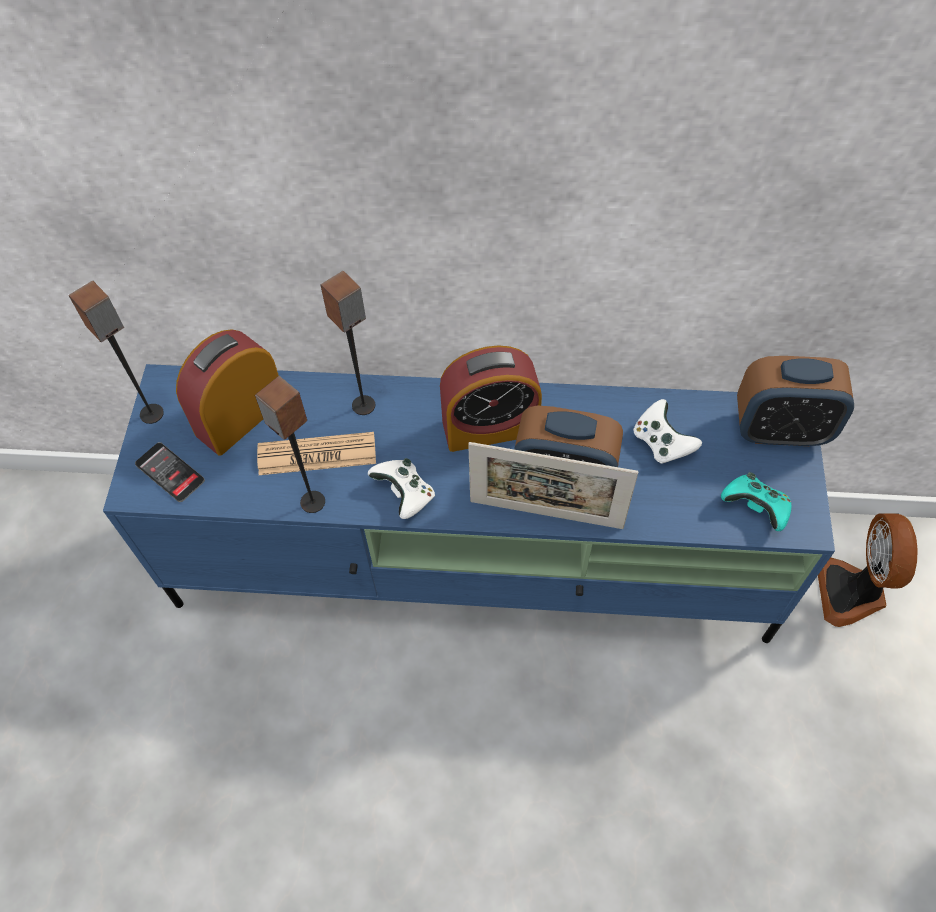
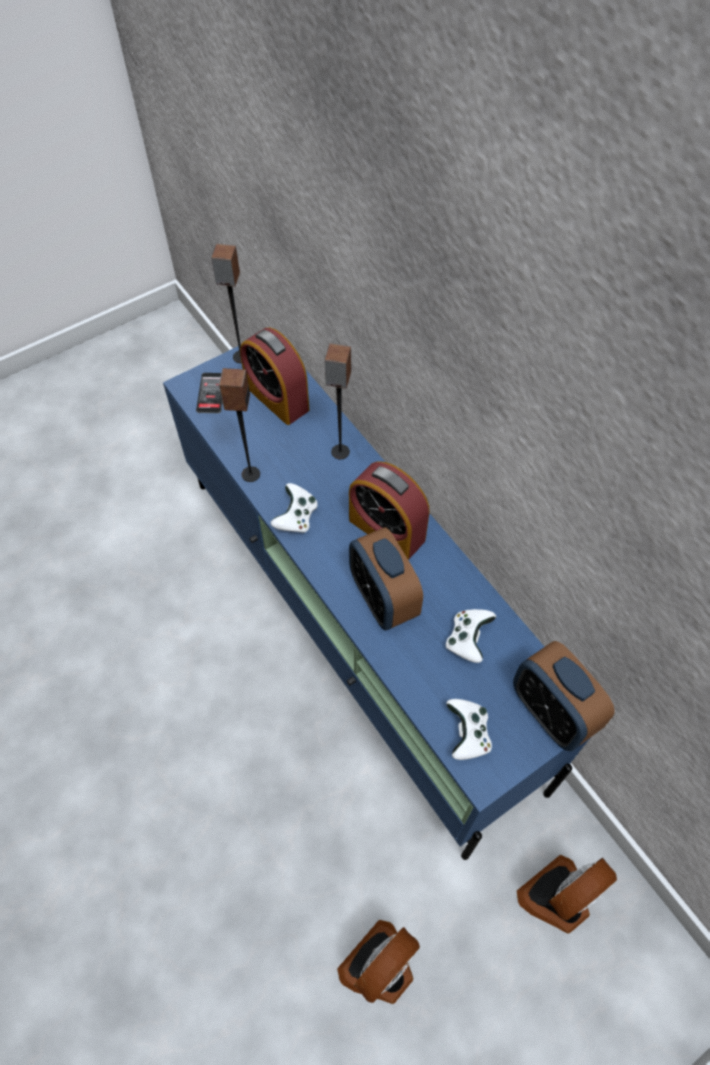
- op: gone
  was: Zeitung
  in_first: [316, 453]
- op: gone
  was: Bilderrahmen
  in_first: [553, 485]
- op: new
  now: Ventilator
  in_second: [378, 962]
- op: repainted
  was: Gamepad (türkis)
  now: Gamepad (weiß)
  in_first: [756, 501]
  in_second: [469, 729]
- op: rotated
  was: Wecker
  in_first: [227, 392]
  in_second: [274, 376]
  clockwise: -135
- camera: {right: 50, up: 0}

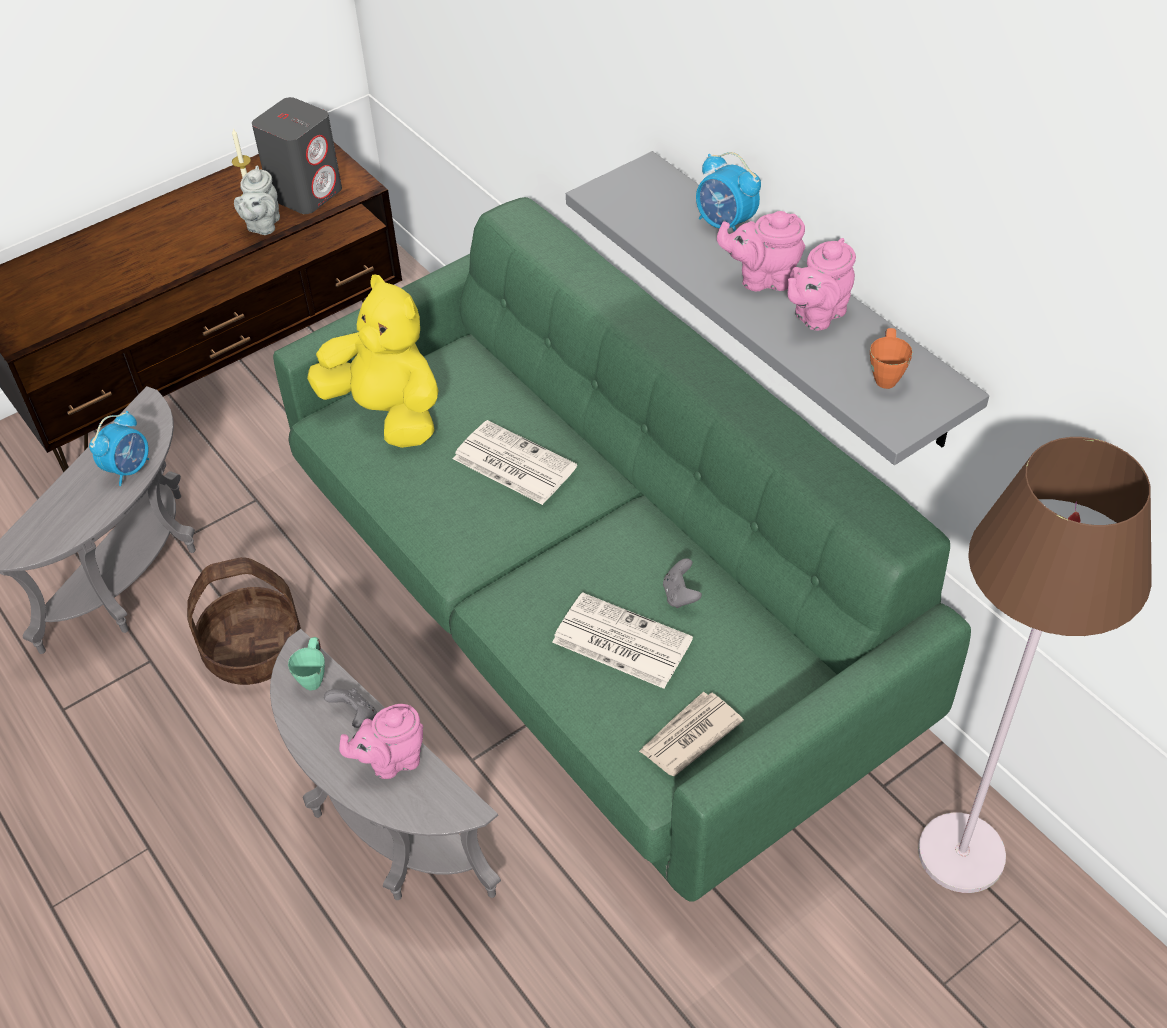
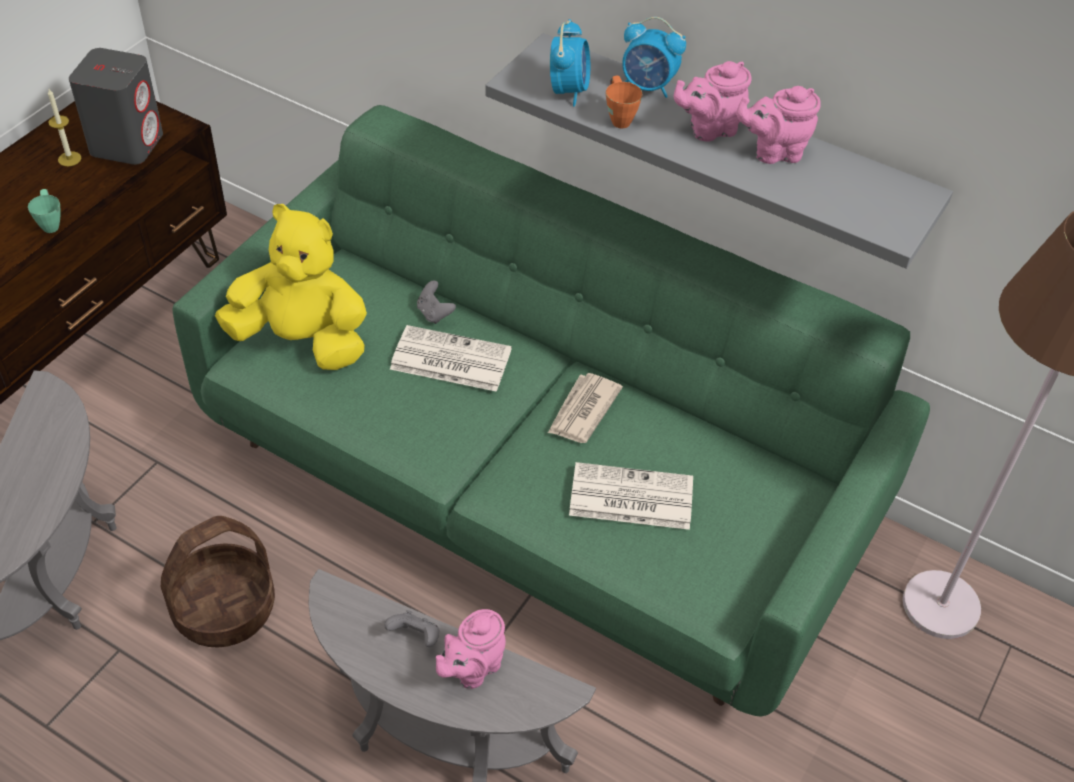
- op: gone
  was: Teekanne (grau)
  in_first: [257, 200]
- op: shifted
  was: Wecker
  in_first: [119, 448]
  in_second: [570, 62]
- op: shifted
  was: Henkelbecher (grün)
  in_first: [306, 664]
  in_second: [44, 211]
- op: shifted
  was: Zeitung
  in_first: [691, 734]
  in_second: [585, 408]
- op: shifted
  was: Gamepad (grau)
  in_first: [682, 583]
  in_second: [436, 302]
- op: shifted
  was: Henkelbecher (orange)
  in_first: [891, 358]
  in_second: [624, 102]
- op: rotated
  was: Teekanne (rosa)
  in_first: [822, 284]
  in_second: [778, 125]
  clockwise: 60
- camera: {right: -25, up: 0}

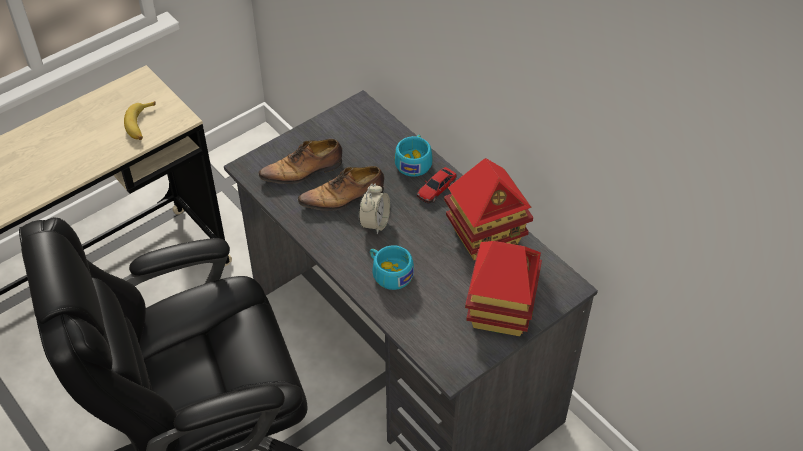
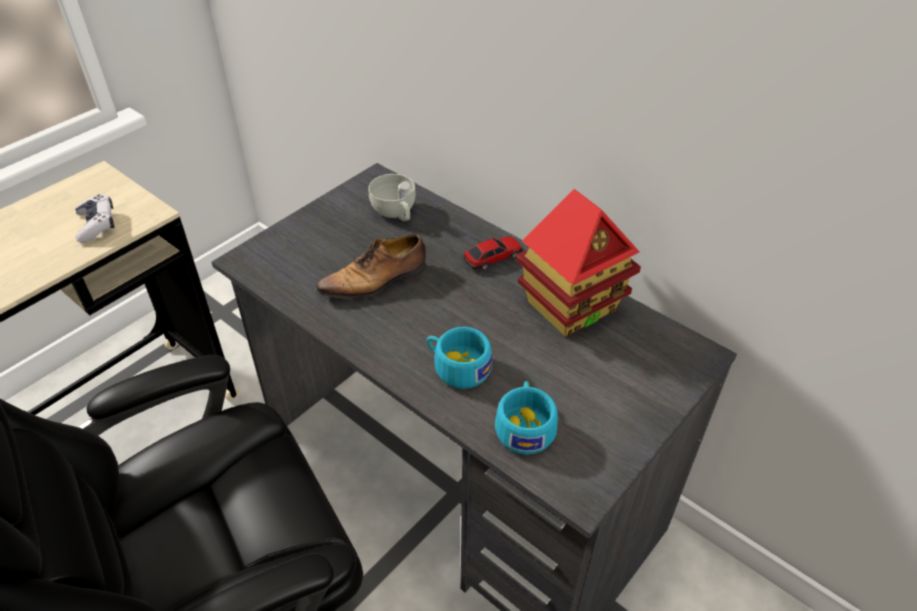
- op: gone
  was: Schuh
  in_first: [300, 161]
- op: gone
  was: Wecker
  in_first: [374, 209]
- op: gone
  was: Spielzeughaus
  in_first: [503, 288]
- op: new
  now: Tasse (weiß)
  in_second: [392, 197]
- op: shifted
  was: Tasse (türkis)
  in_first: [413, 156]
  in_second: [526, 418]
- op: swapped
  was: Banane
  now: Gamepad
  in_first: [140, 120]
  in_second: [95, 218]
- op: rotated
  was: Spielzeugauto
  in_first: [437, 185]
  in_second: [492, 253]
  clockwise: -150
- camera: {right: -10, up: -5}

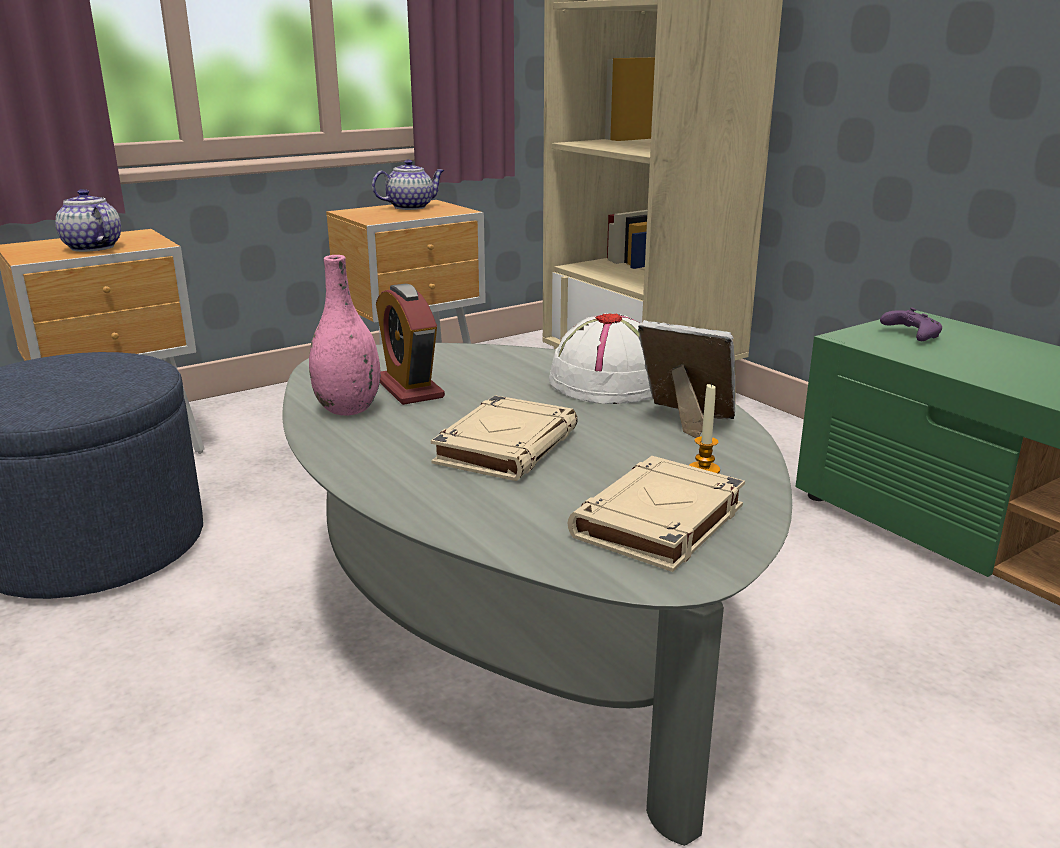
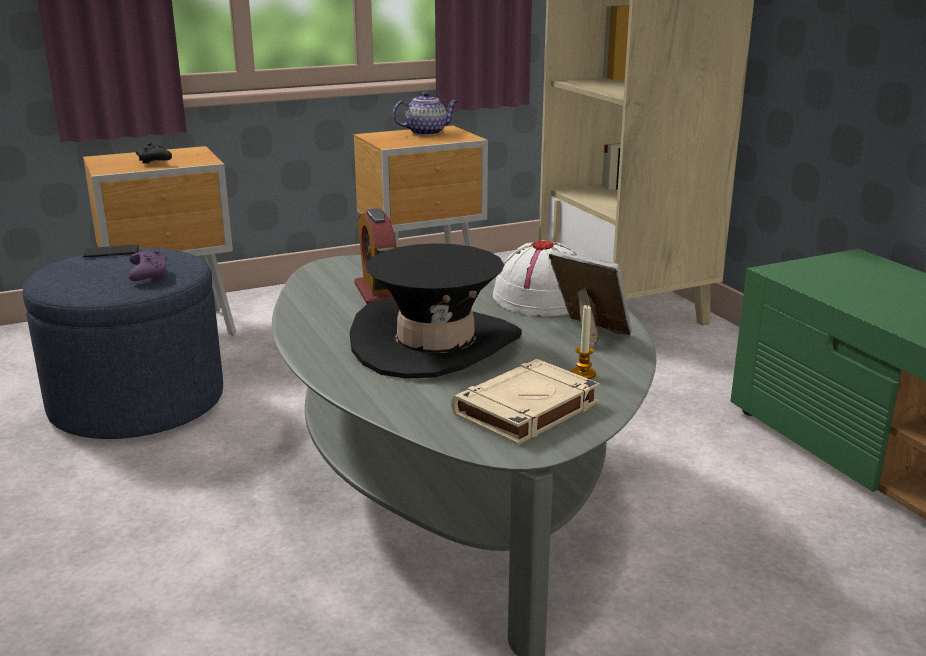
- op: gone
  was: Vase (rosa)
  in_first: [345, 335]
- op: new
  now: Handy
  in_second: [111, 251]
- op: shifted
  was: Gamepad (lila)
  in_first: [911, 324]
  in_second: [148, 265]
- op: swapped
  was: Teekanne
  now: Gamepad (schwarz)
  in_first: [88, 220]
  in_second: [154, 153]
- op: swapped
  was: Buch (beige)
  now: Hut (schwarz)
  in_first: [504, 438]
  in_second: [436, 311]
- camera: {right: 10, up: 0}

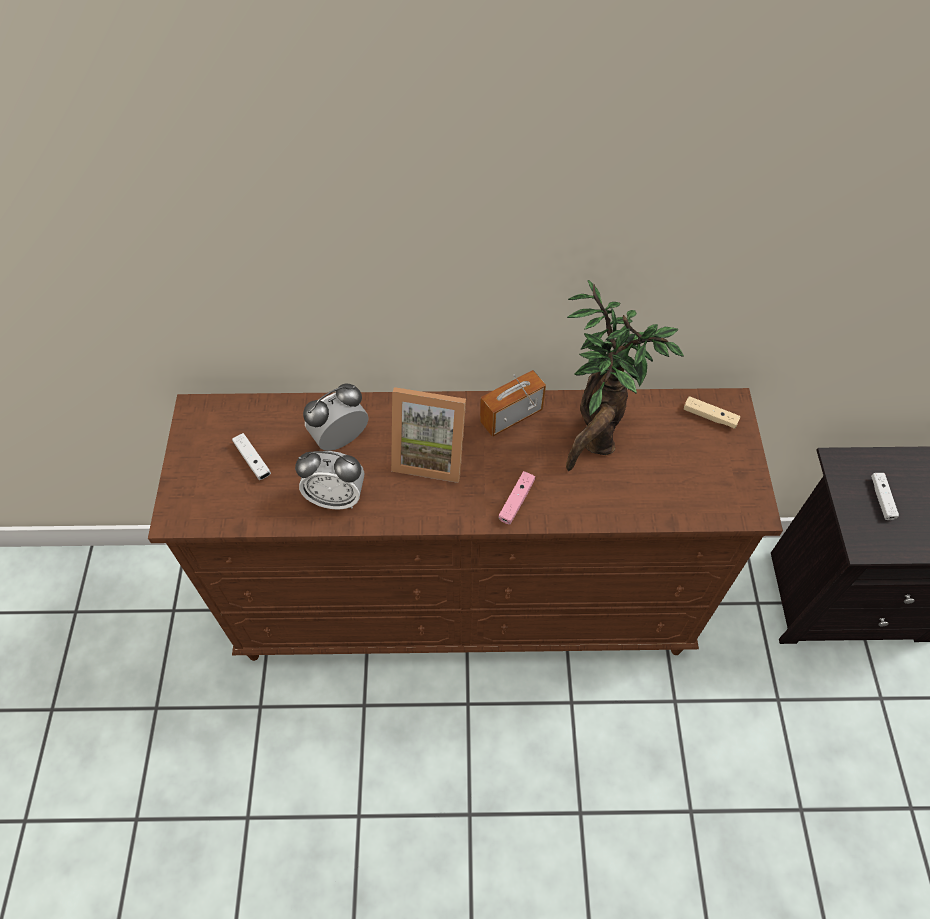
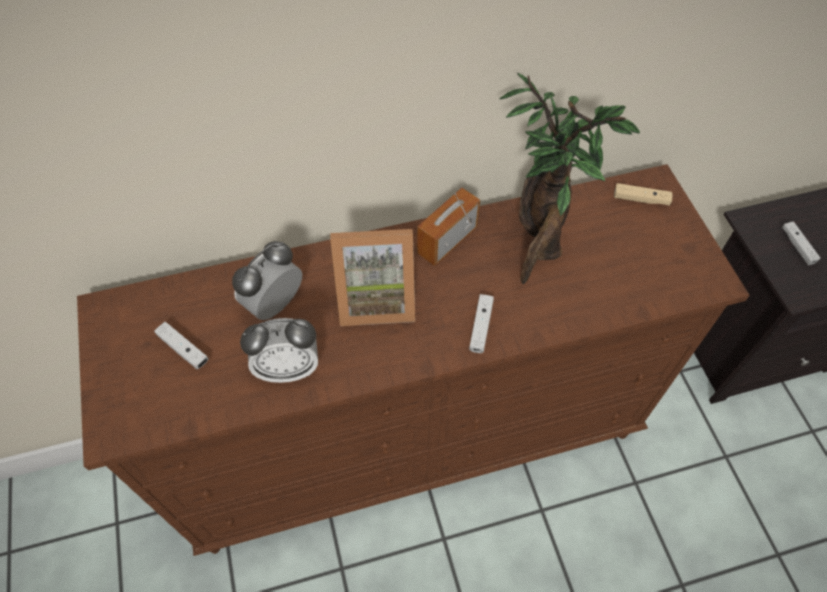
- op: repainted
  was: Gamepad (rosa)
  now: Gamepad (weiß)
  in_first: [517, 497]
  in_second: [481, 323]
- camera: {right: -15, up: 0}

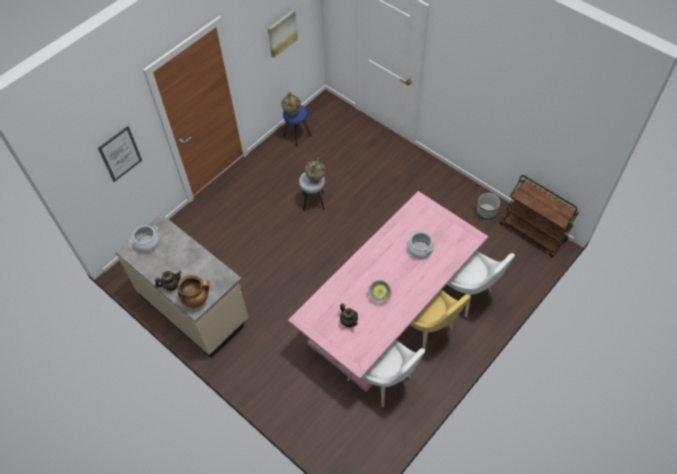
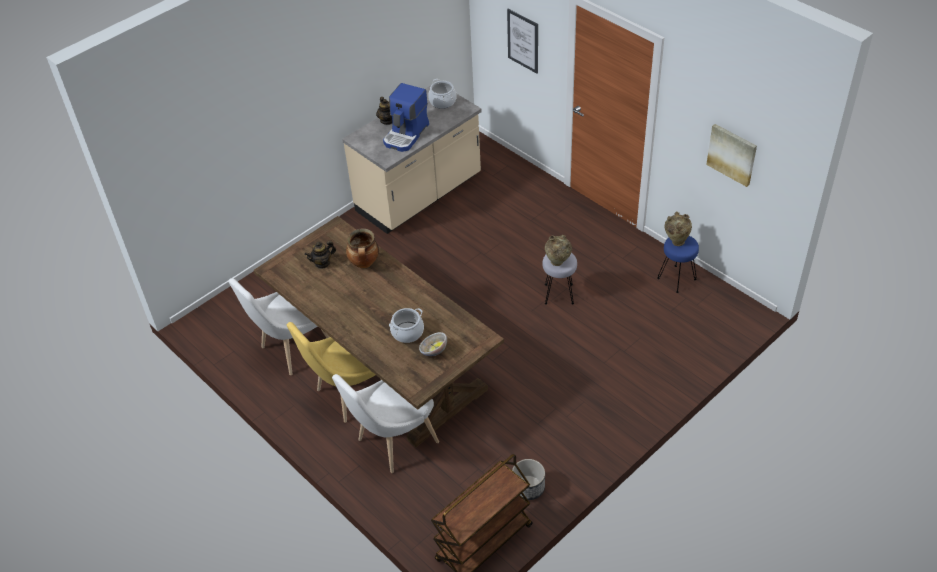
- op: new
  now: Kaffeemaschine
  in_second: [406, 117]
- op: shifted
  was: Kochtopf
  in_first: [193, 291]
  in_second: [362, 248]
- op: shifted
  was: Schüssel
  in_first: [380, 292]
  in_second: [433, 344]
- op: repainted
  was: Esstisch (rosa)
  now: Esstisch (braun)
  in_first: [388, 291]
  in_second: [379, 332]
- camera: {right: 95, up: -10}

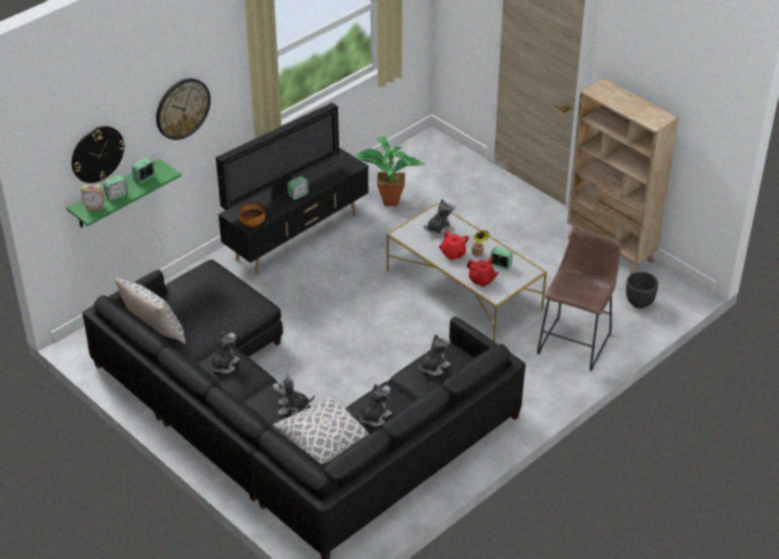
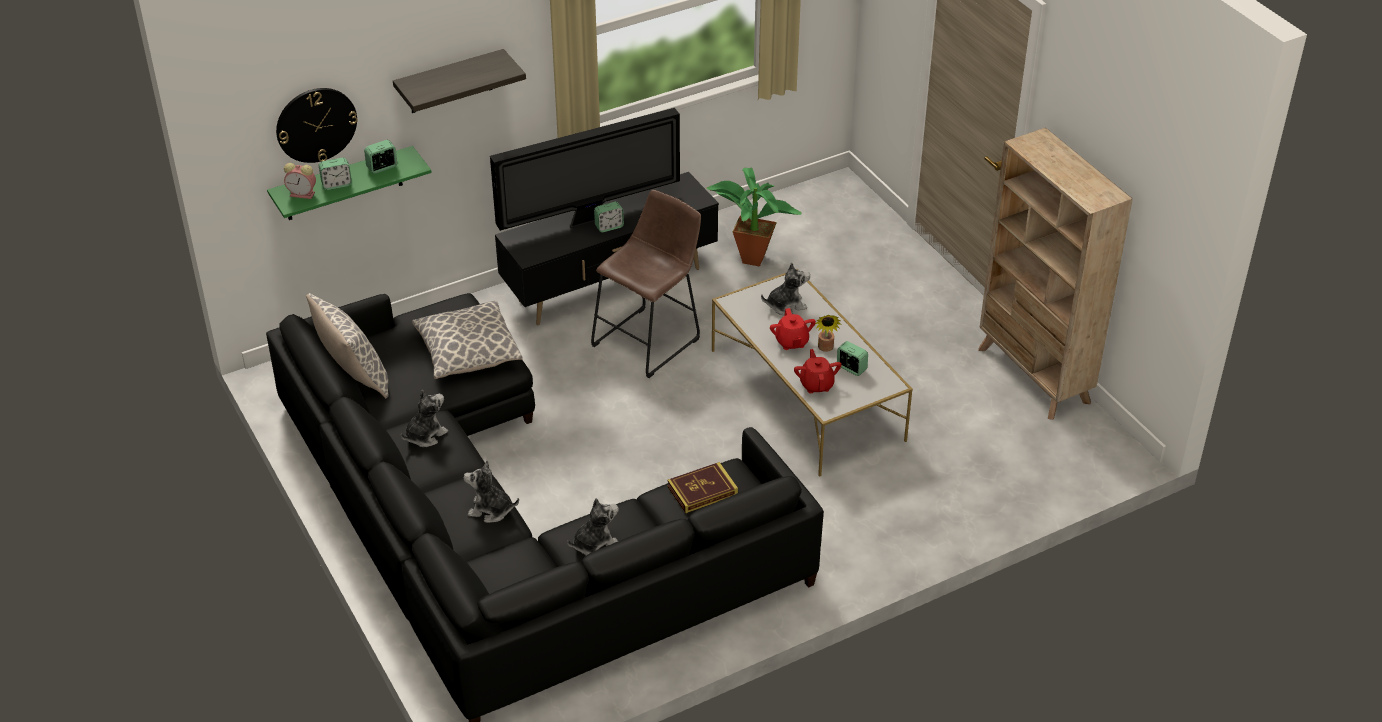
- op: gone
  was: Schüssel
  in_first: [252, 214]
- op: gone
  was: Pflanzkübel (schwarz)
  in_first: [642, 290]
- op: shifted
  was: Kissen
  in_first: [321, 430]
  in_second: [467, 340]
- op: shifted
  was: Hocker (braun)
  in_first: [579, 300]
  in_second: [646, 284]
- op: swapped
  was: Wanduhr
  now: Wandregal
  in_first: [183, 109]
  in_second: [459, 81]
- op: swapped
  was: Plüschtier
  now: Buch
  in_first: [434, 355]
  in_second: [702, 487]
- op: rotated
  was: Teekanne (rot)
  in_first: [483, 272]
  in_second: [817, 371]
  clockwise: -150
- camera: {right: 15, up: 0}

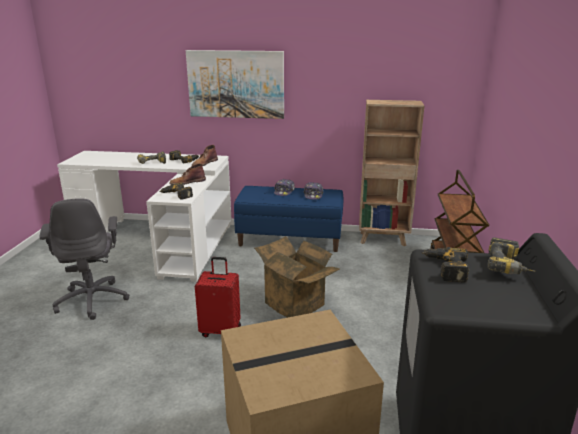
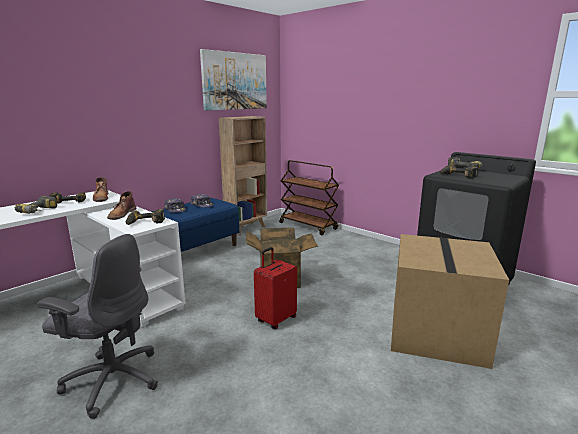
- op: shifted
  was: Bild
  in_first: [235, 84]
  in_second: [233, 80]
- camera: {right: -55, up: -5}

